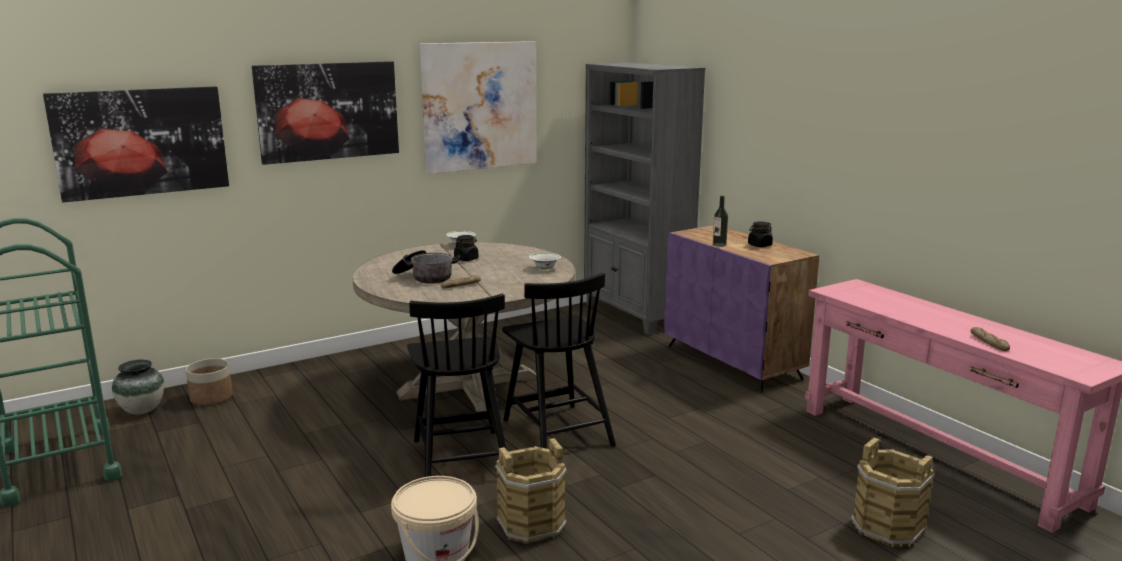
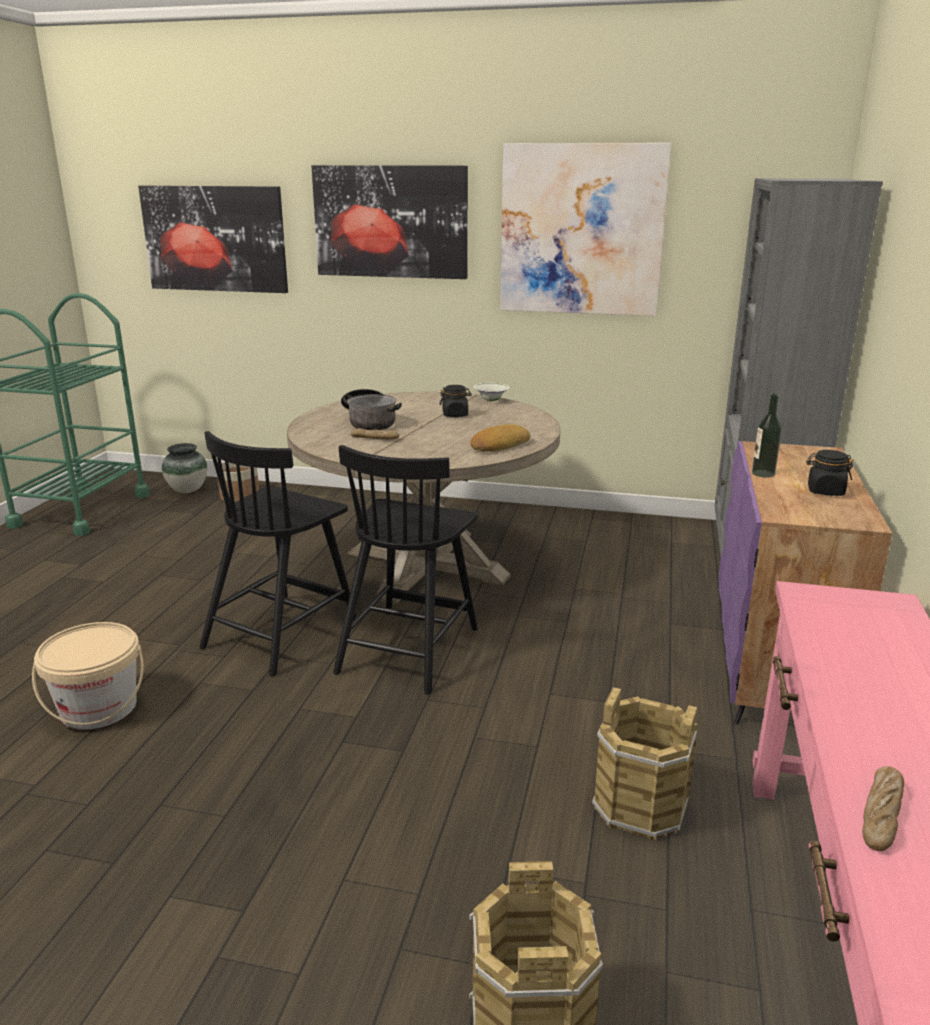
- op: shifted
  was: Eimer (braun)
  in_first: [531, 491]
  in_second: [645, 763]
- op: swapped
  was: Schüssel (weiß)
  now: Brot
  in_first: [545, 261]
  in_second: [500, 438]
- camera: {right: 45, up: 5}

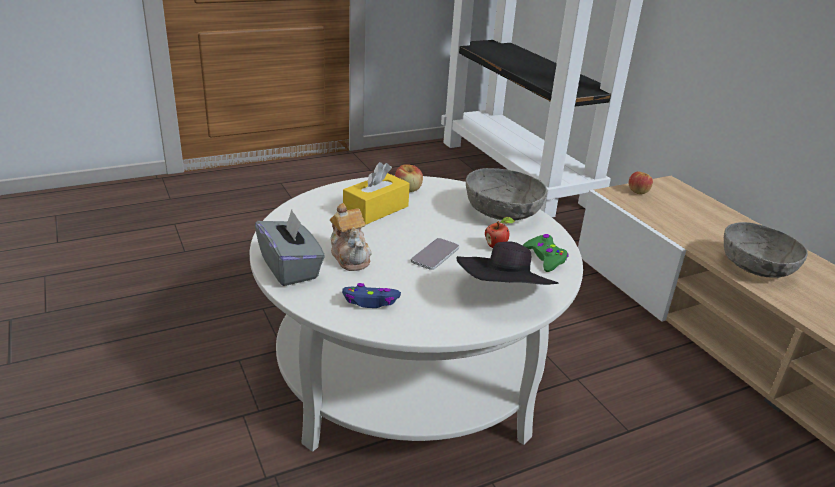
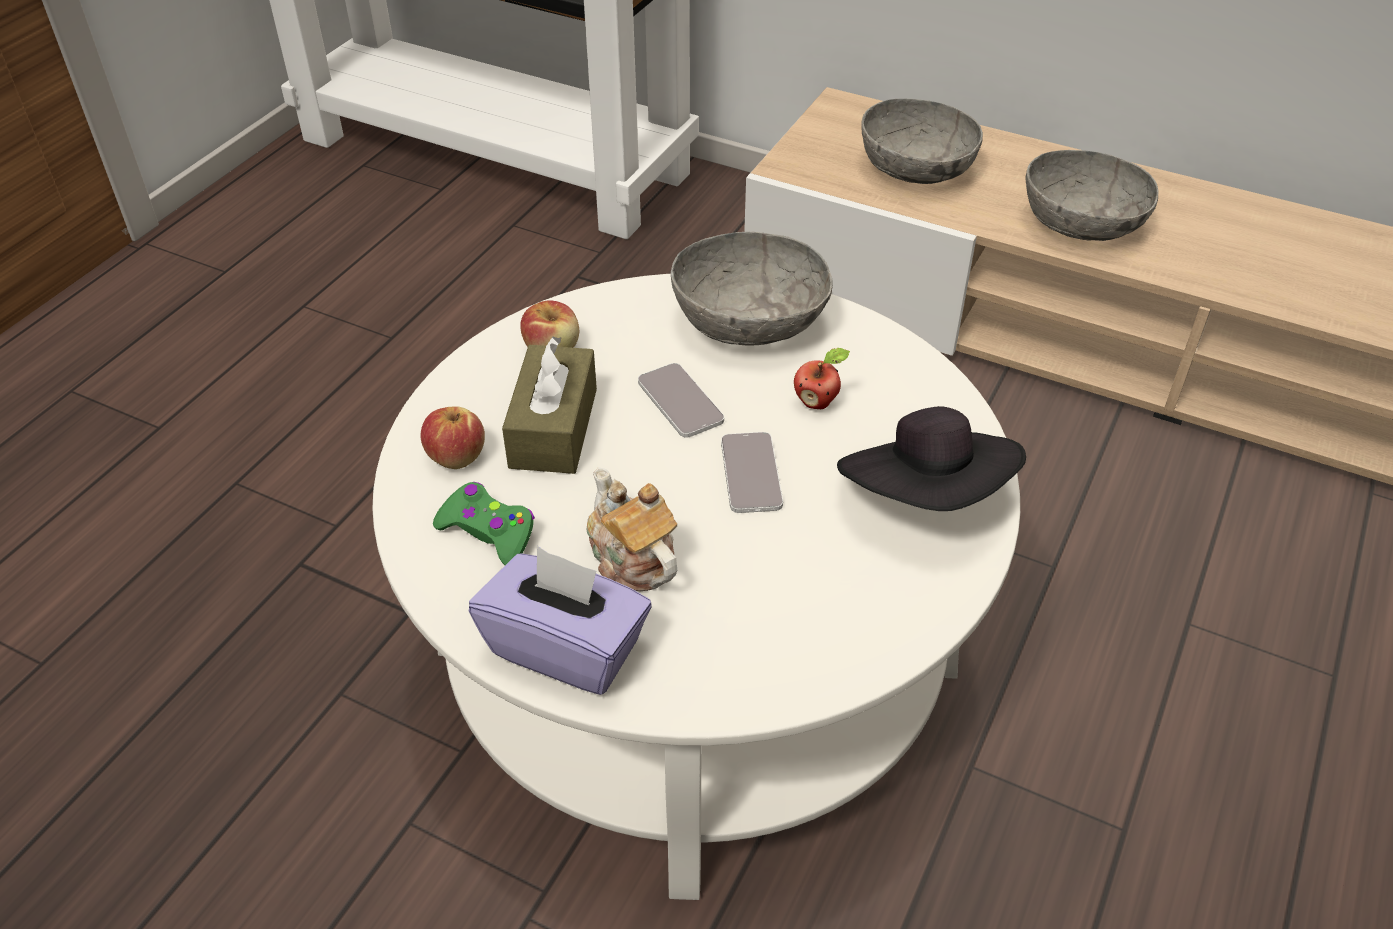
- op: gone
  was: Gamepad (blau)
  in_first: [371, 295]
- op: new
  now: Handy
  in_second: [681, 400]
- op: new
  now: Schüssel (grau)
  in_second: [922, 141]
- op: shifted
  was: Gamepad (grün)
  in_first: [545, 253]
  in_second: [484, 523]
- op: shifted
  was: Apfel
  in_first: [641, 182]
  in_second: [453, 437]
- op: repainted
  was: Taschentuchbox (grau)
  now: Taschentuchbox (lila)
  in_first: [290, 247]
  in_second: [560, 620]
- op: repainted
  was: Taschentuchbox (gelb)
  now: Taschentuchbox (braun)
  in_first: [376, 193]
  in_second: [549, 405]
- op: rotated
  was: Teekanne
  in_first: [350, 237]
  in_second: [632, 530]
  clockwise: -150
- camera: {right: -35, up: 15}

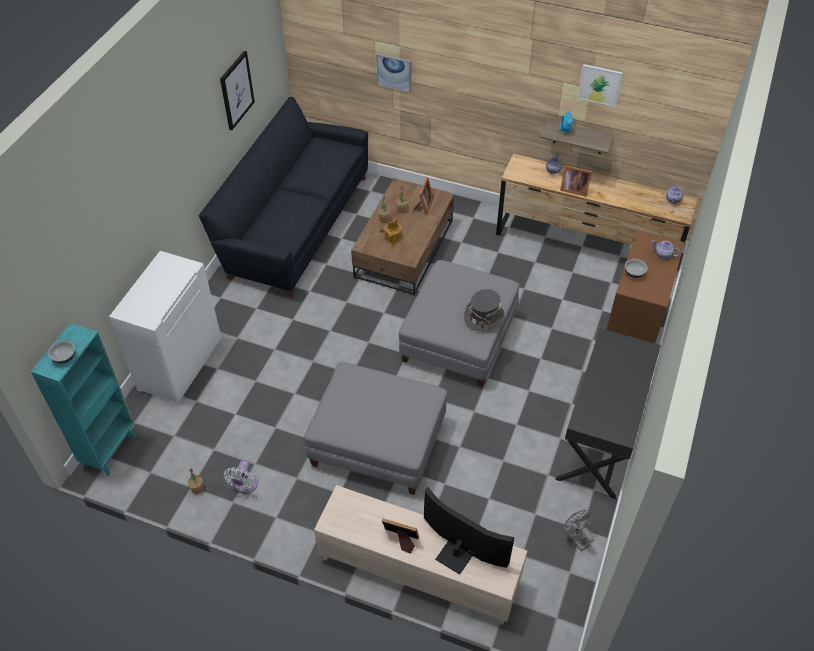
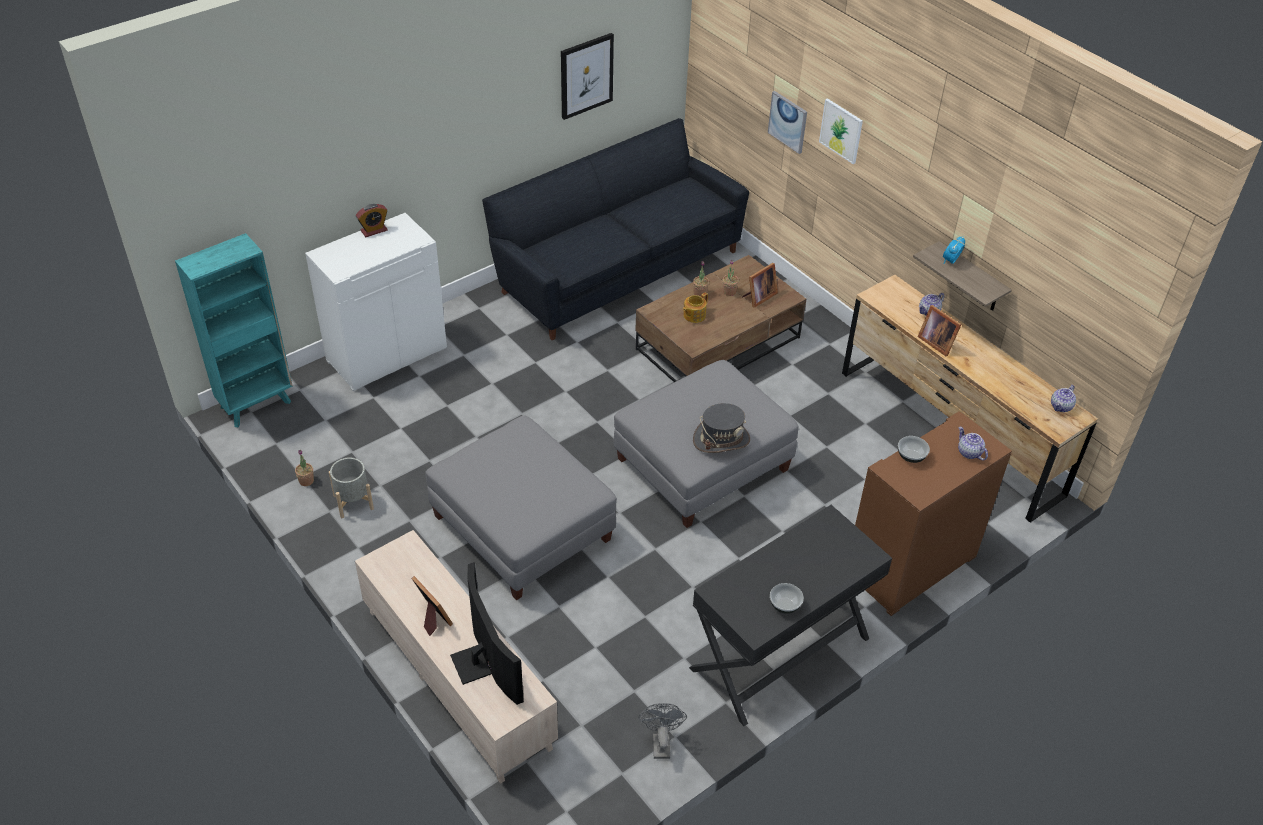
- op: new
  now: Wecker
  in_second: [372, 220]
- op: shifted
  was: Schüssel
  in_first: [61, 352]
  in_second: [787, 598]
- op: shifted
  was: Bild
  in_first: [600, 85]
  in_second: [841, 131]
- op: swapped
  was: Ventilator (weiß)
  now: Pflanzkübel (grau)
  in_first: [241, 477]
  in_second: [351, 487]
- camera: {right: 30, up: -5}

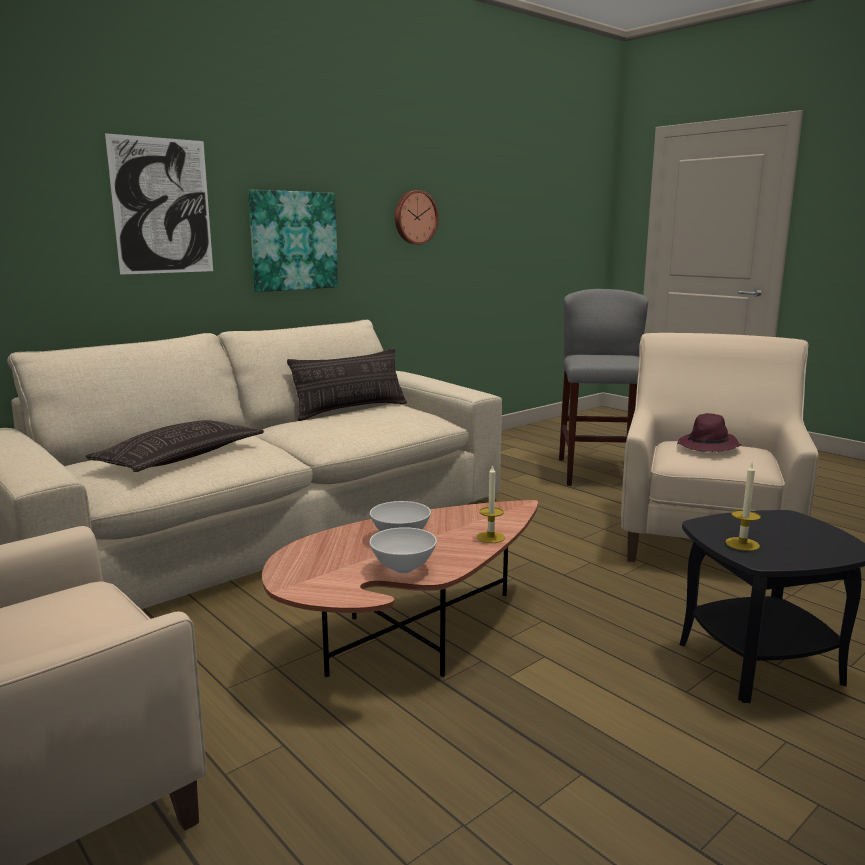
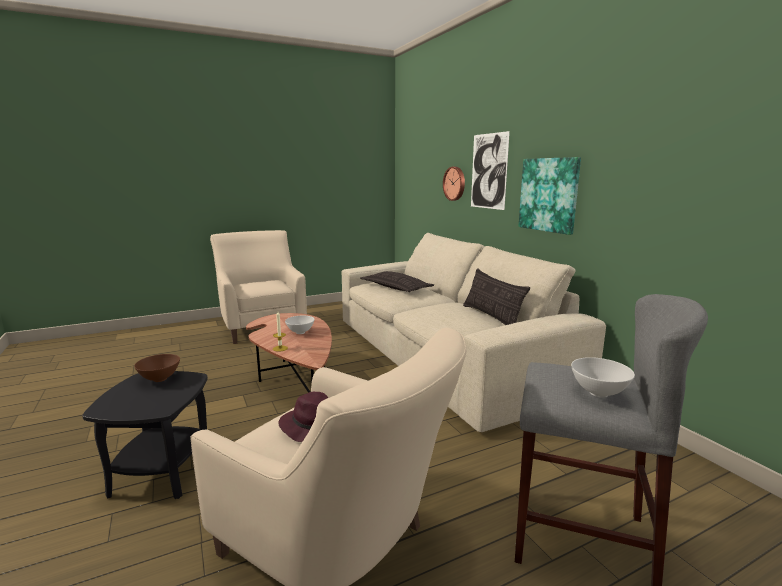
- op: shifted
  was: Schüssel (weiß)
  in_first: [403, 550]
  in_second: [603, 377]
- op: shifted
  was: Wanduhr
  in_first: [416, 217]
  in_second: [454, 184]
- op: swapped
  was: Kerze
  now: Schüssel (braun)
  in_first: [743, 507]
  in_second: [157, 368]
- camera: {right: 105, up: 0}

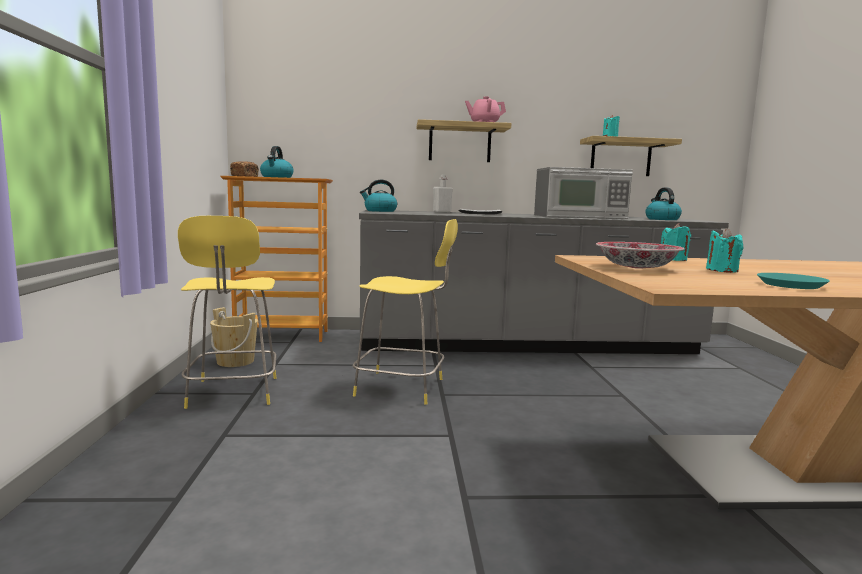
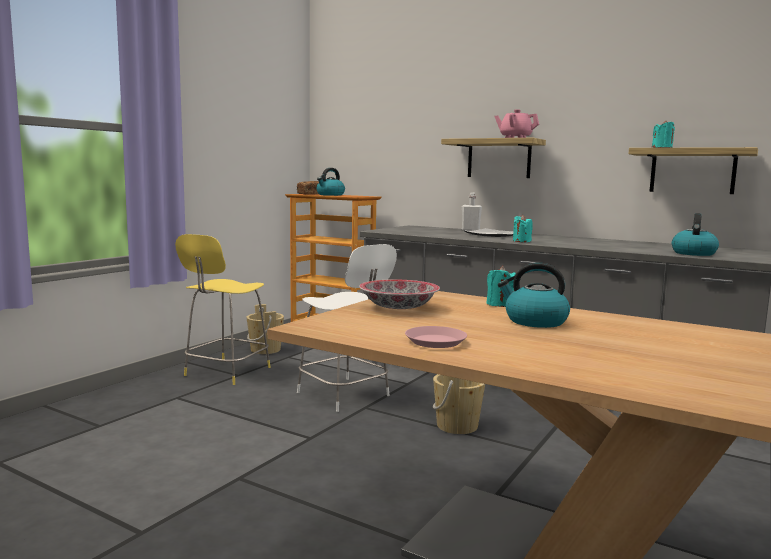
- op: gone
  was: Mikrowelle
  in_first: [583, 193]
- op: new
  now: Eimer (beige)
  in_second: [459, 404]
- op: shifted
  was: Wasserkessel
  in_first: [378, 196]
  in_second: [534, 295]
- op: shifted
  was: Kerze (türkis)
  in_first: [724, 250]
  in_second: [523, 228]
- op: repainted
  was: Hocker (gelb)
  now: Hocker (weiß)
  in_first: [405, 312]
  in_second: [347, 328]
- op: repainted
  was: Teller (türkis)
  now: Teller (rosa)
  in_first: [793, 281]
  in_second: [436, 337]
- camera: {right: 35, up: 0}

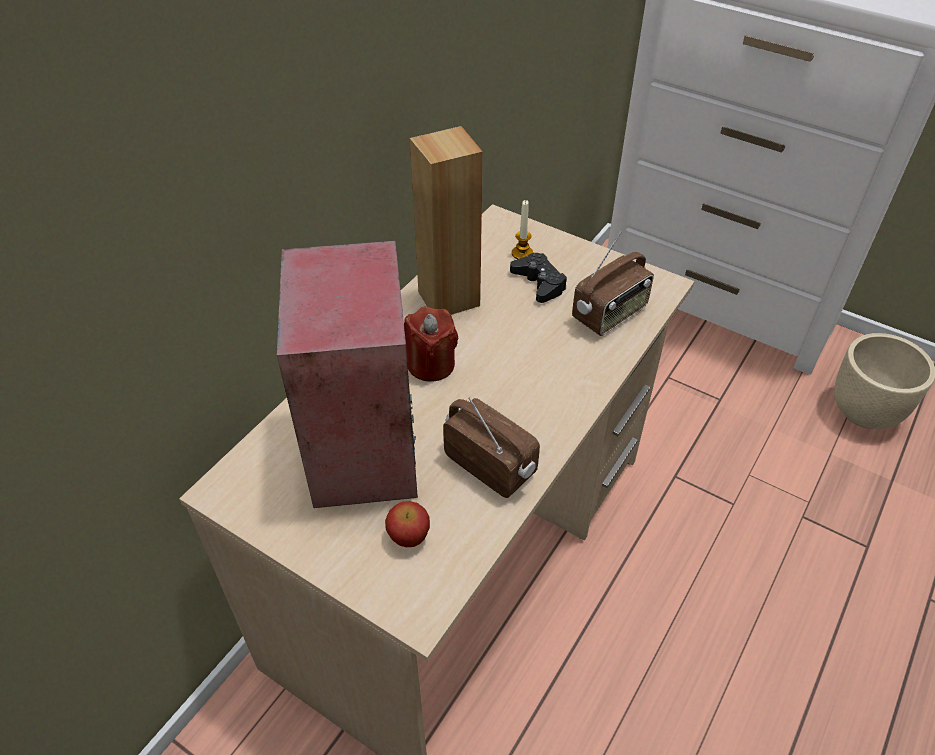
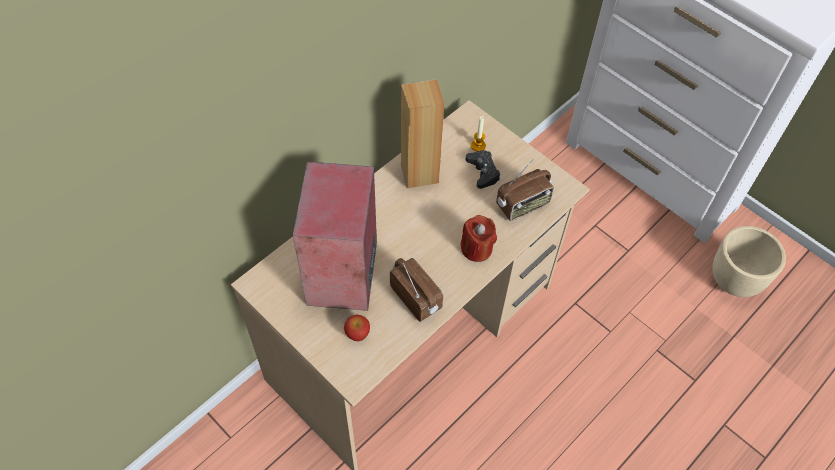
- op: shifted
  was: Kerze (rot)
  in_first: [431, 344]
  in_second: [479, 238]
- camera: {right: 10, up: 10}

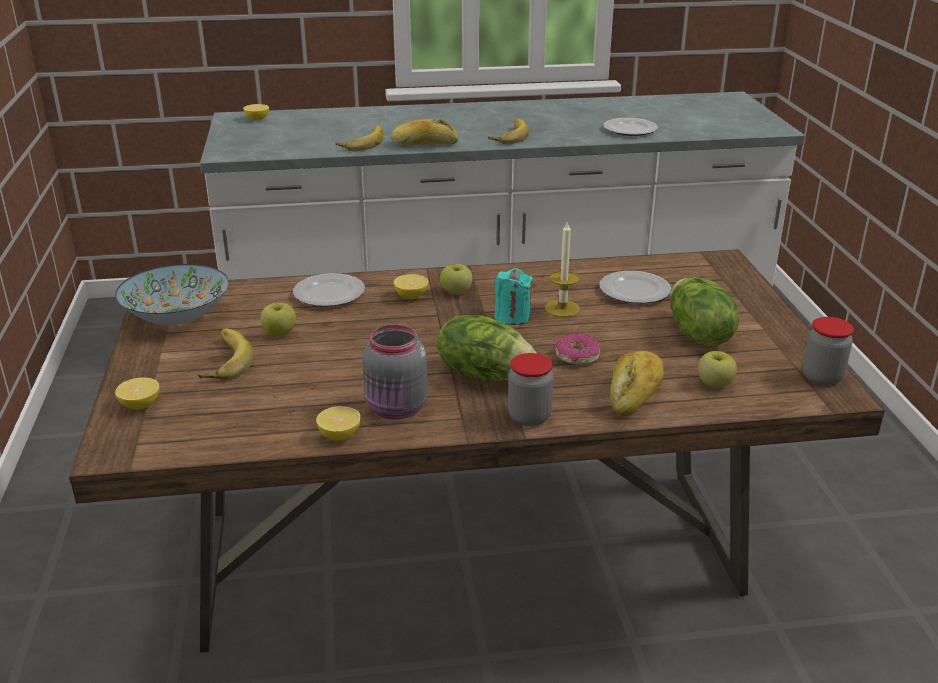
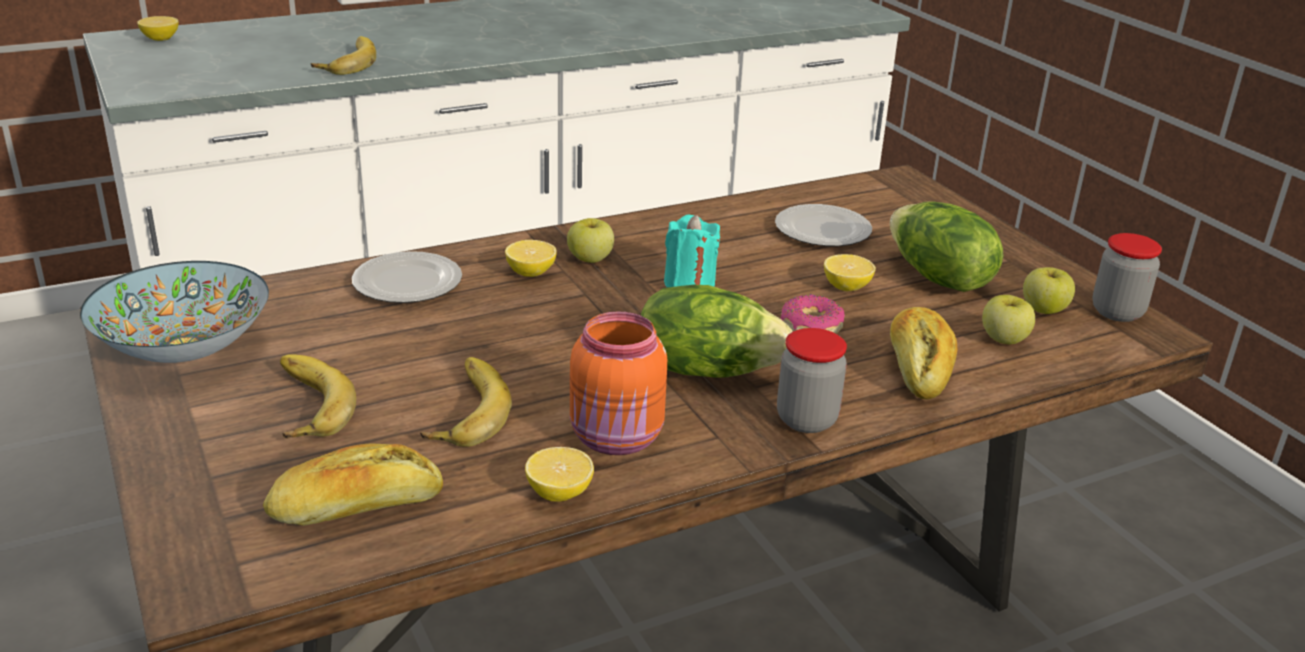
- op: gone
  was: Kerze
  in_first: [562, 268]
- op: gone
  was: Teller
  in_first: [630, 127]
- op: shifted
  was: Zitrone
  in_first: [137, 393]
  in_second: [850, 272]
- op: shifted
  was: Apfel
  in_first: [278, 319]
  in_second: [1049, 290]
- op: shifted
  was: Brot
  in_first: [424, 131]
  in_second: [353, 485]
- op: shifted
  was: Banane
  in_first: [508, 131]
  in_second: [466, 402]
- op: repainted
  was: Vorratsglas (grau)
  now: Vorratsglas (orange)
  in_first: [395, 372]
  in_second: [618, 383]
- camera: {right: -20, up: 0}

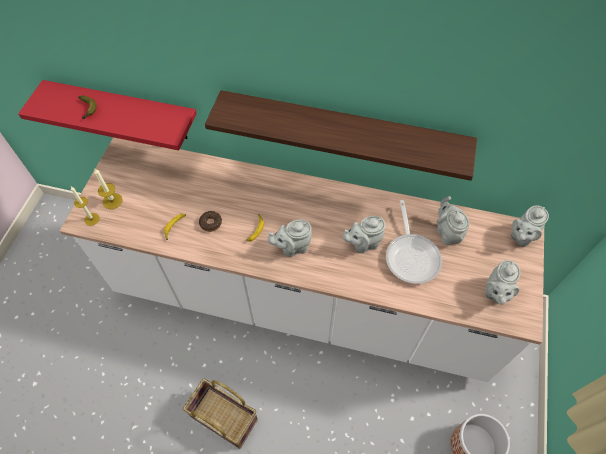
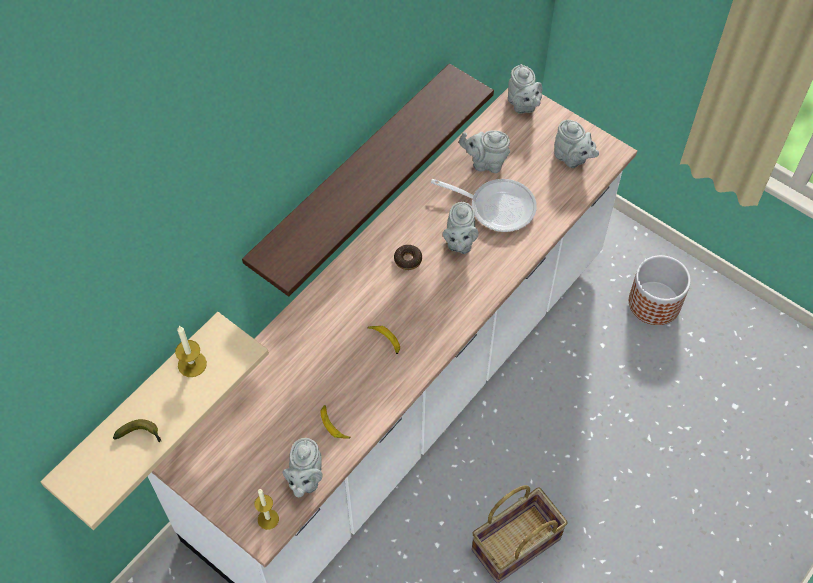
- op: shifted
  was: Kerze
  in_first: [108, 189]
  in_second: [191, 351]
- op: shifted
  was: Donut
  in_first: [210, 221]
  in_second: [408, 257]
- op: shifted
  was: Teekanne (grau)
  in_first: [290, 238]
  in_second: [302, 467]
- op: repainted
  was: Wandregal (rot)
  now: Wandregal (beige)
  in_first: [107, 115]
  in_second: [154, 421]
- camera: {right: -65, up: 0}

